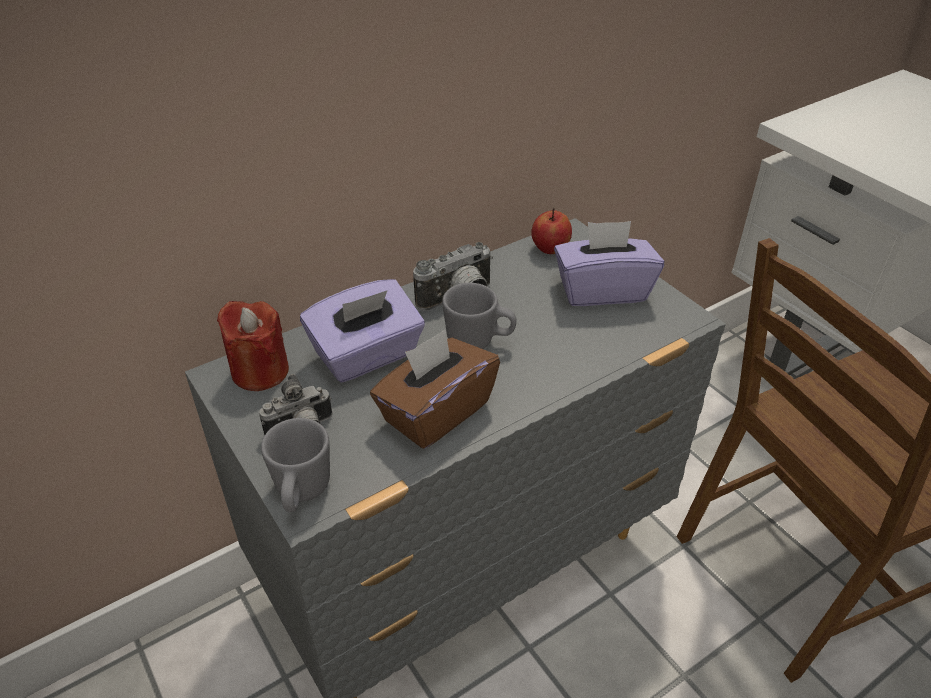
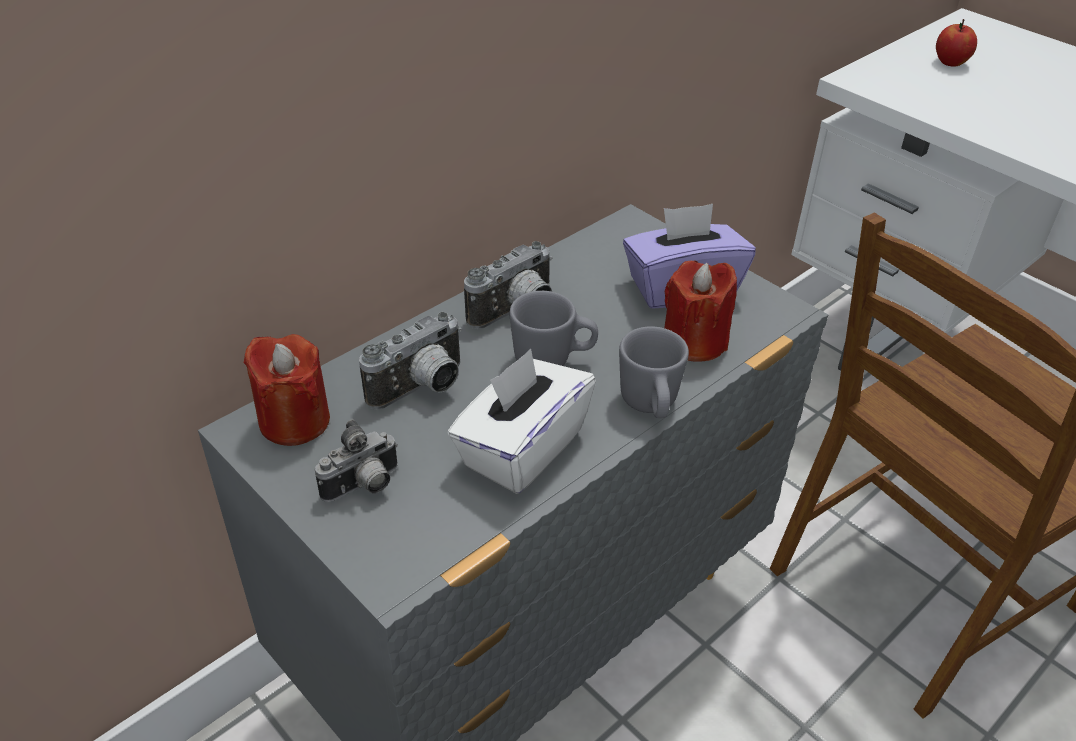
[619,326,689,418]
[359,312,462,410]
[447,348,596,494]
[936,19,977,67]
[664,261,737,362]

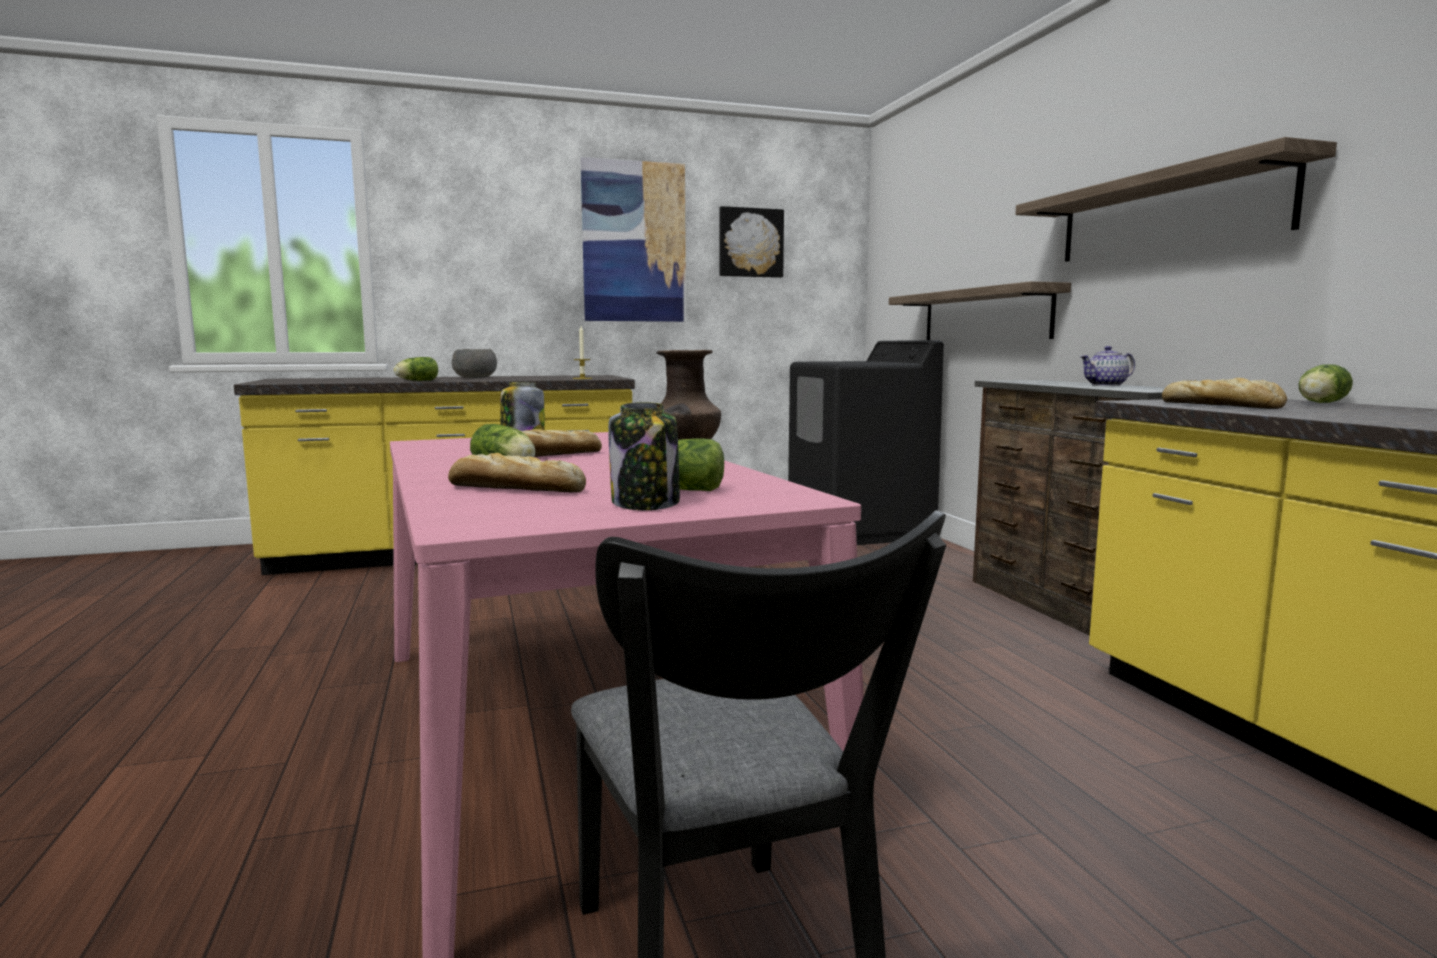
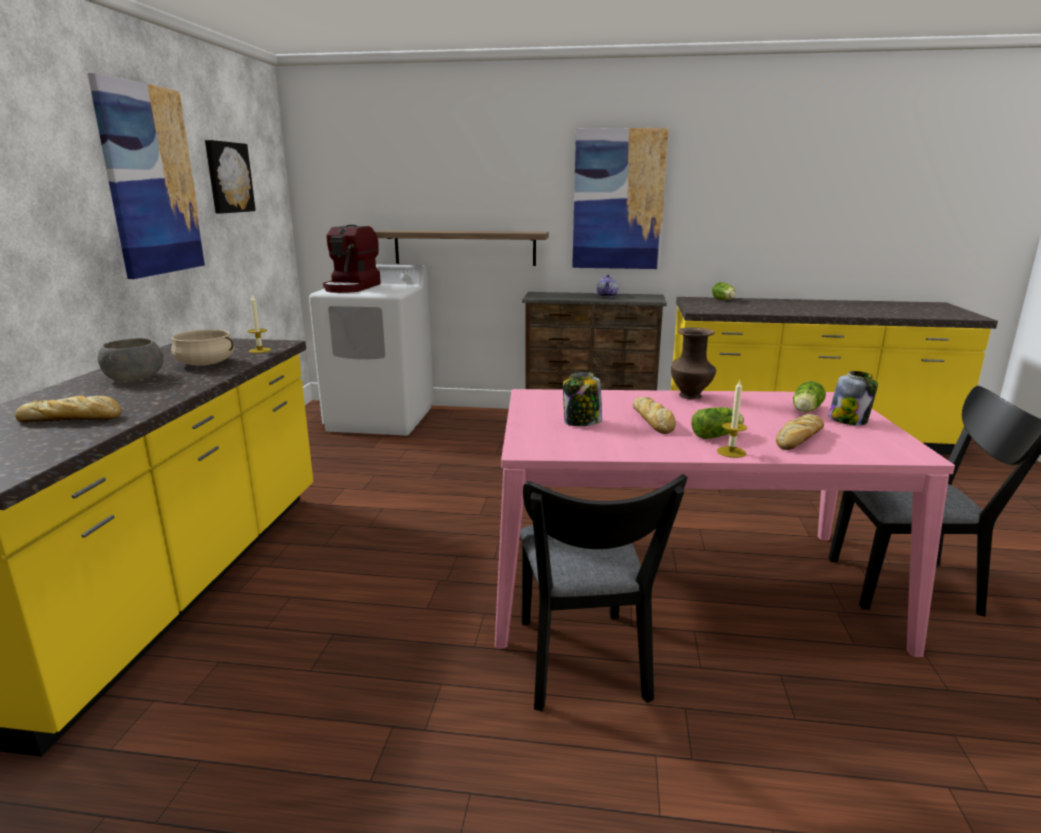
[393,357,438,381] (first image)
[309,265,434,435]
[572,128,669,269]
[15,396,122,423]
[171,329,235,365]
[323,225,381,293]
[520,474,688,711]
[717,380,747,458]

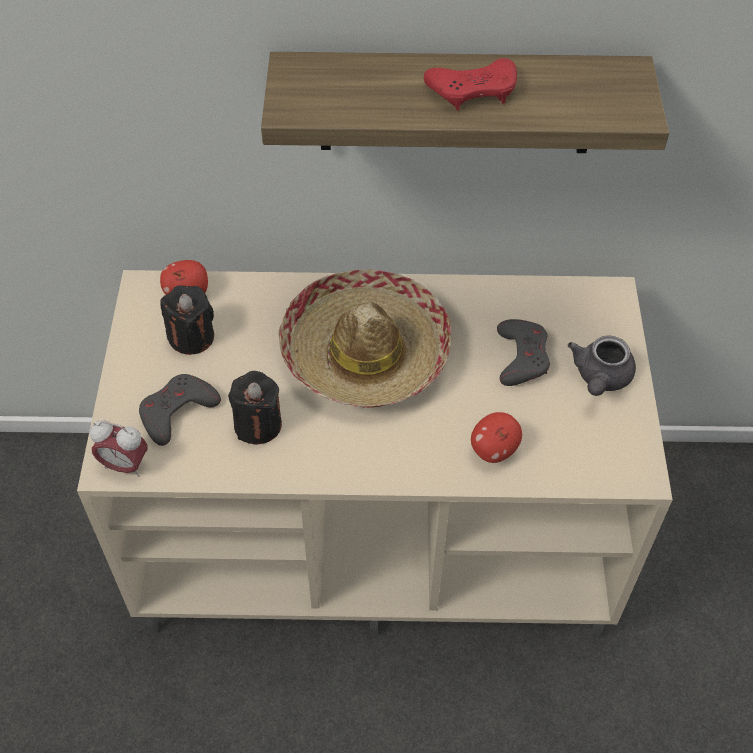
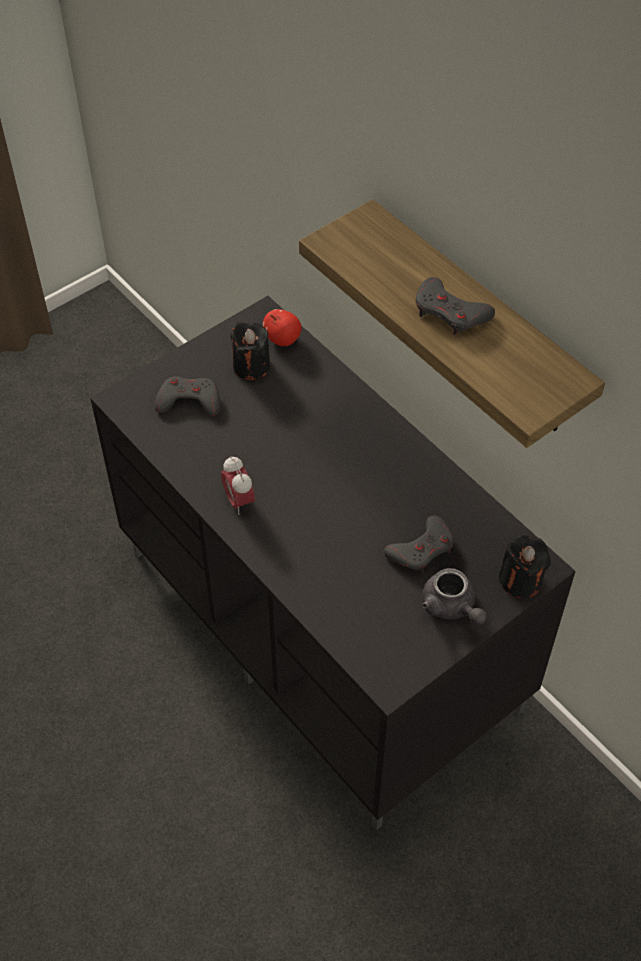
[90,296,576,830]
[221,456,255,515]
[498,535,551,598]
[278,269,452,408] (first image)
[416,277,495,335]
[471,412,522,463] (first image)
[422,568,487,625]

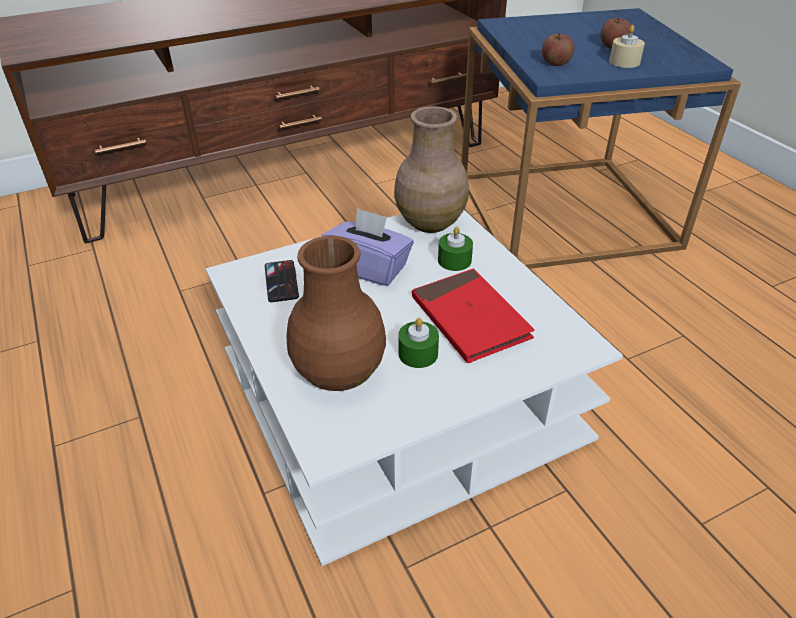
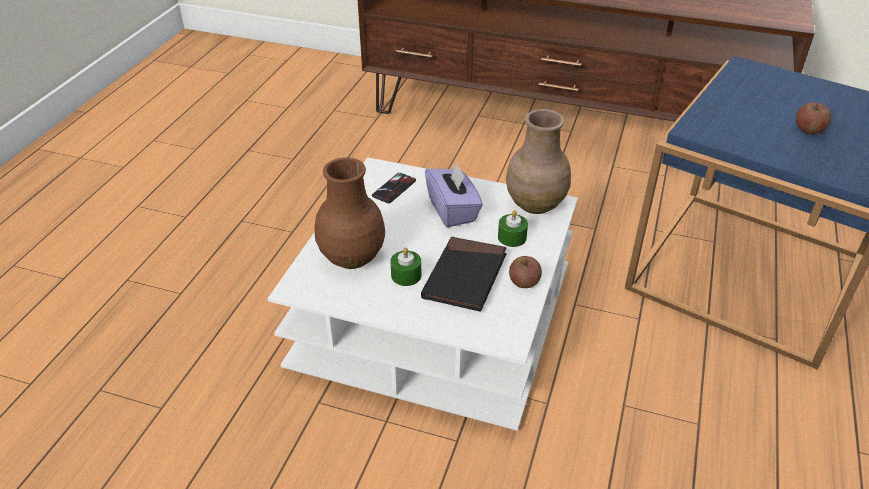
[421,237,507,312]
[509,256,542,288]
[609,25,645,68] (first image)

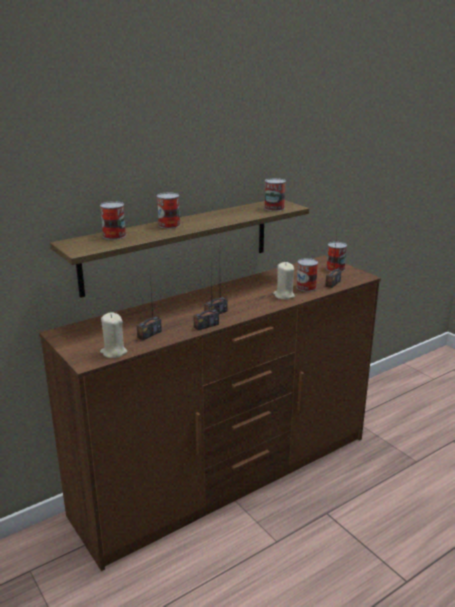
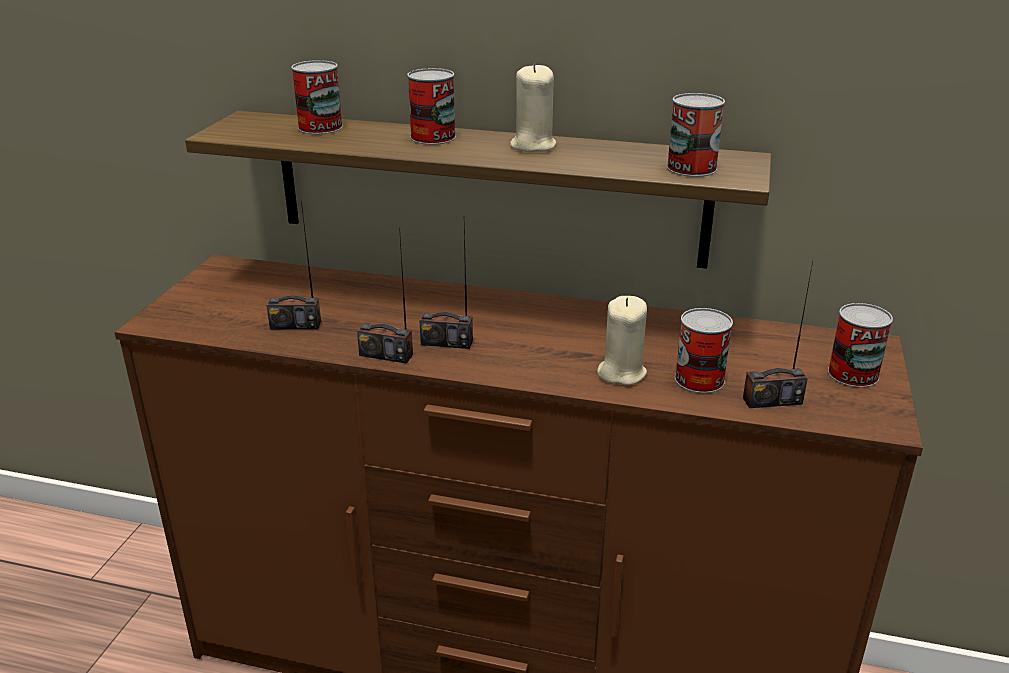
[510,64,556,152]

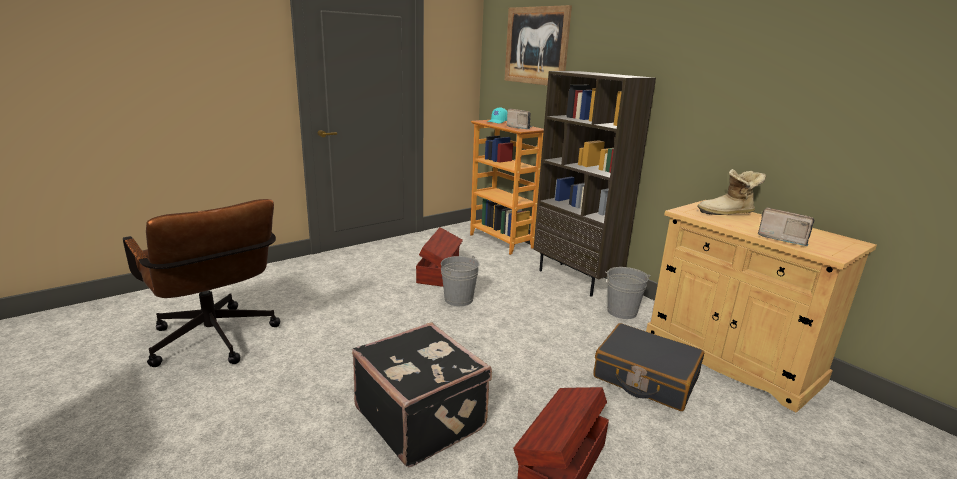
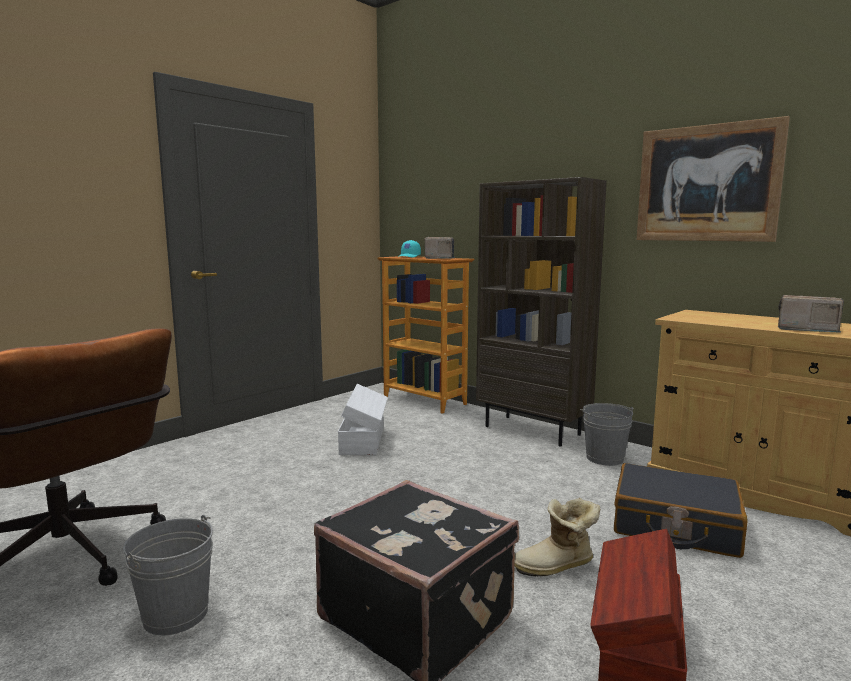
[338,384,388,455]
[123,515,213,635]
[637,116,790,242]
[515,498,600,576]

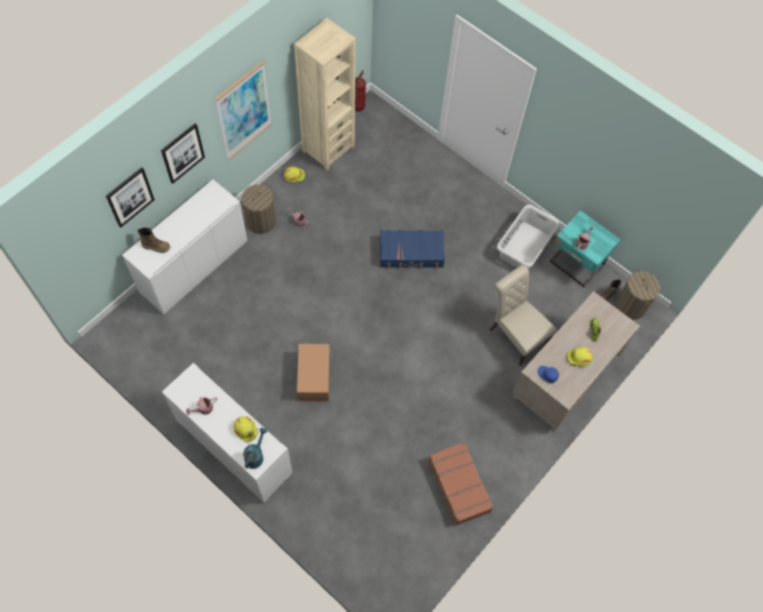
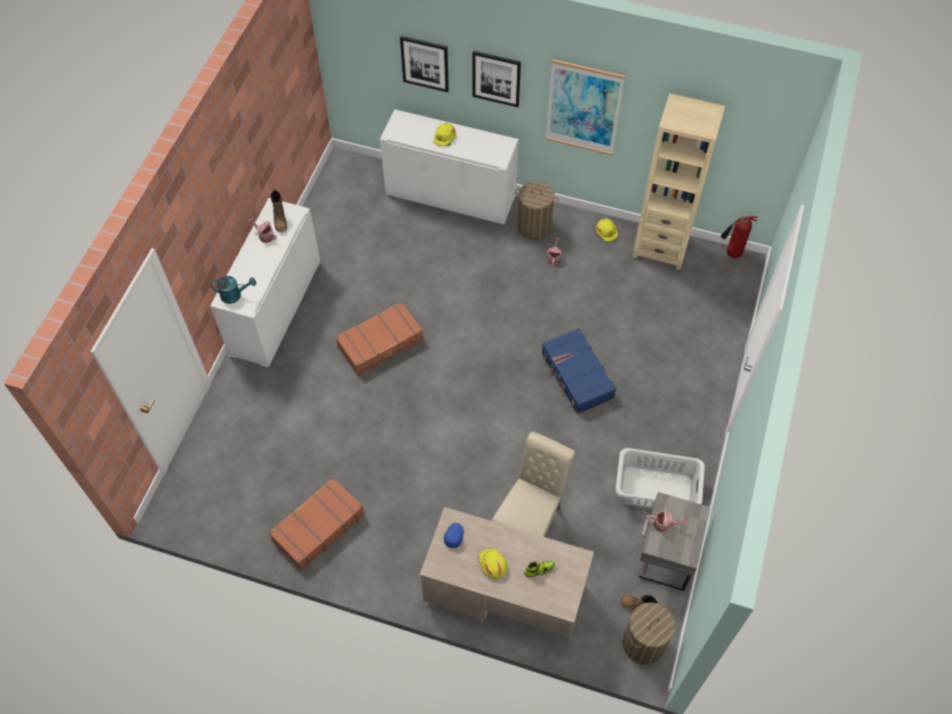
[271,189,287,232]
[434,123,456,146]
[335,301,424,376]
[639,492,711,591]

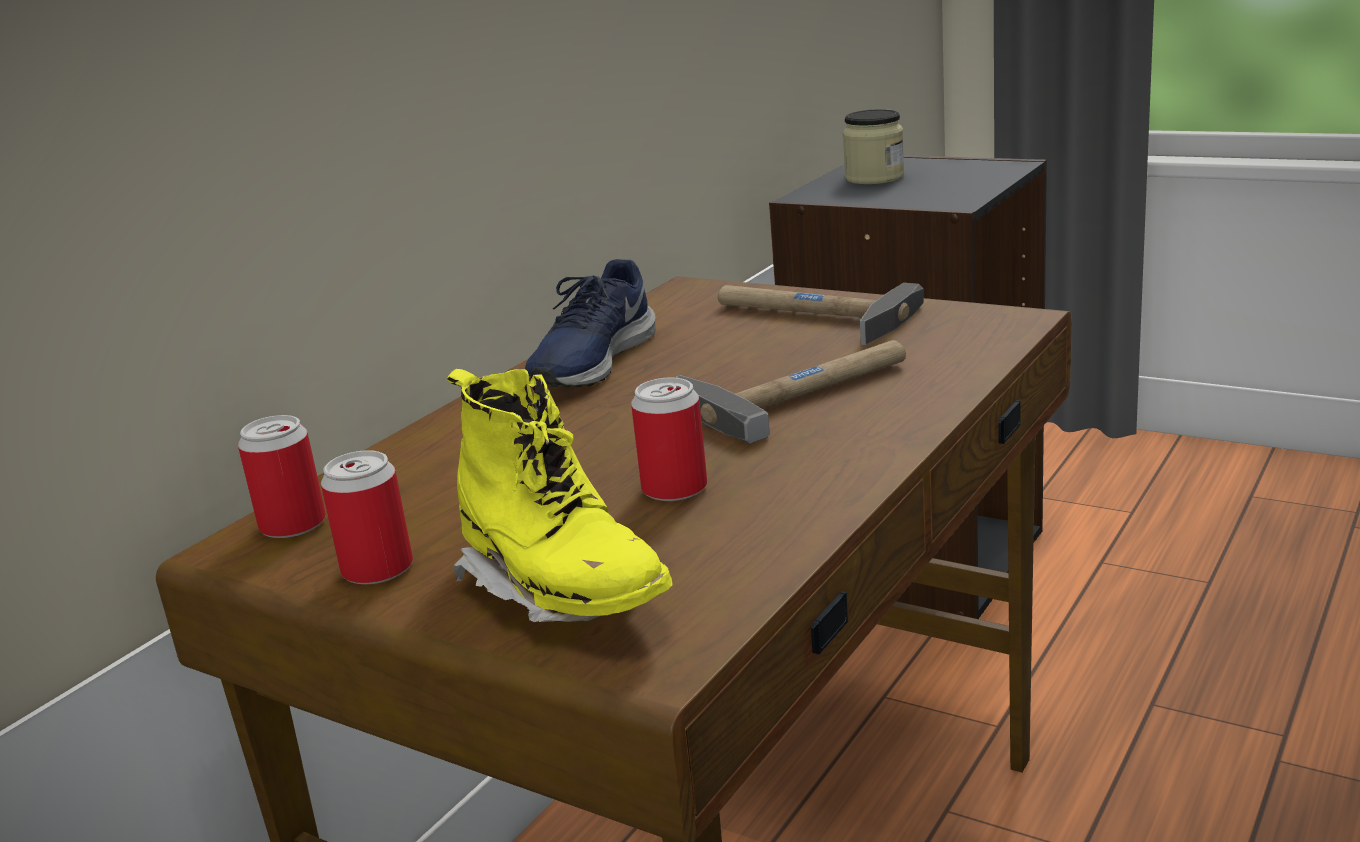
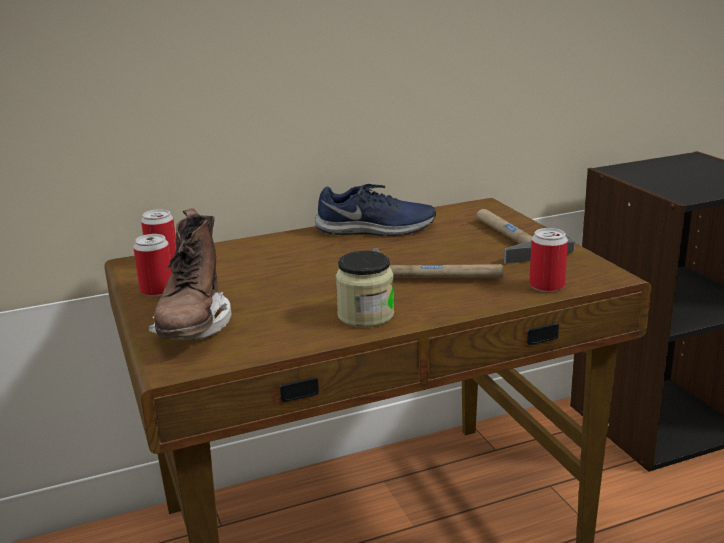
[148,208,231,340]
[315,184,436,236]
[529,228,568,292]
[336,251,394,327]

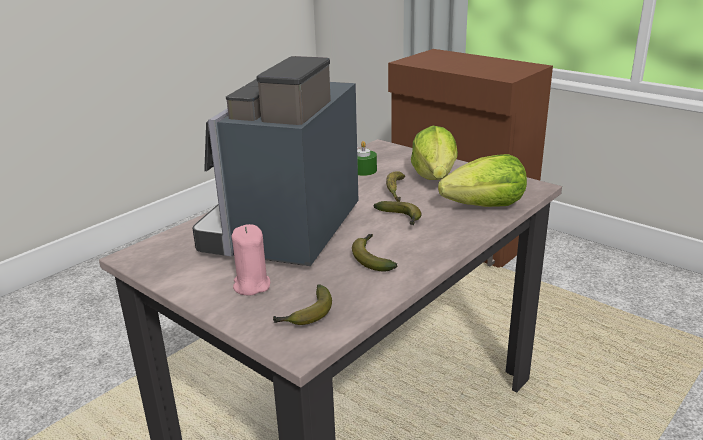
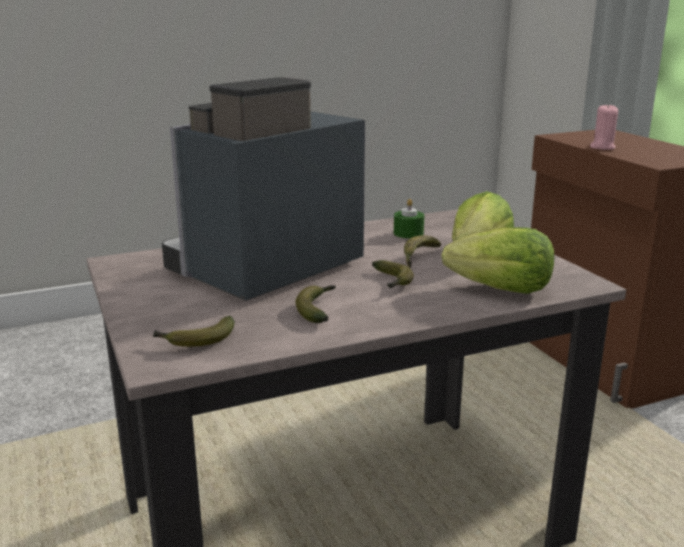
[590,104,618,150]

